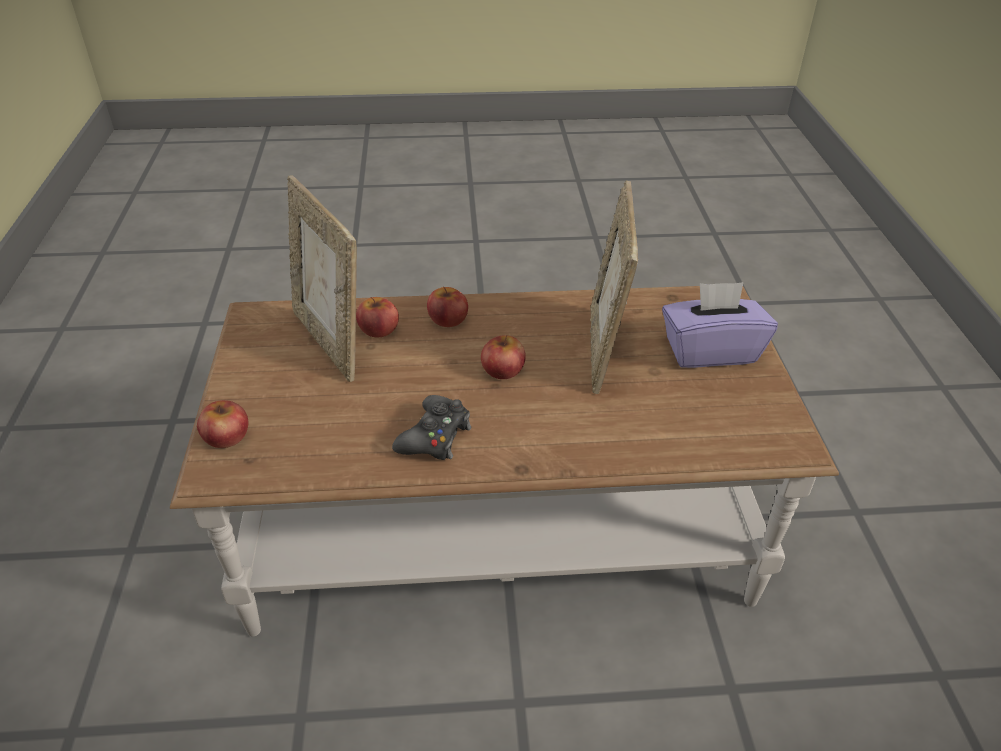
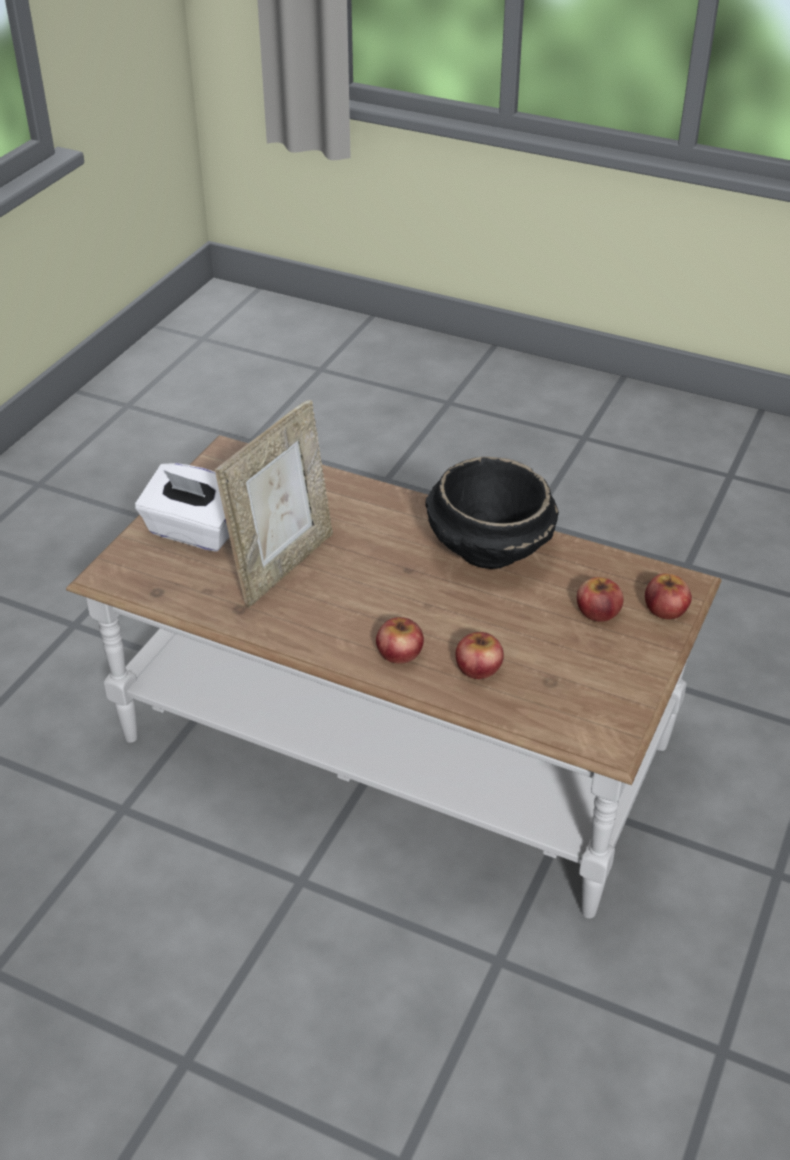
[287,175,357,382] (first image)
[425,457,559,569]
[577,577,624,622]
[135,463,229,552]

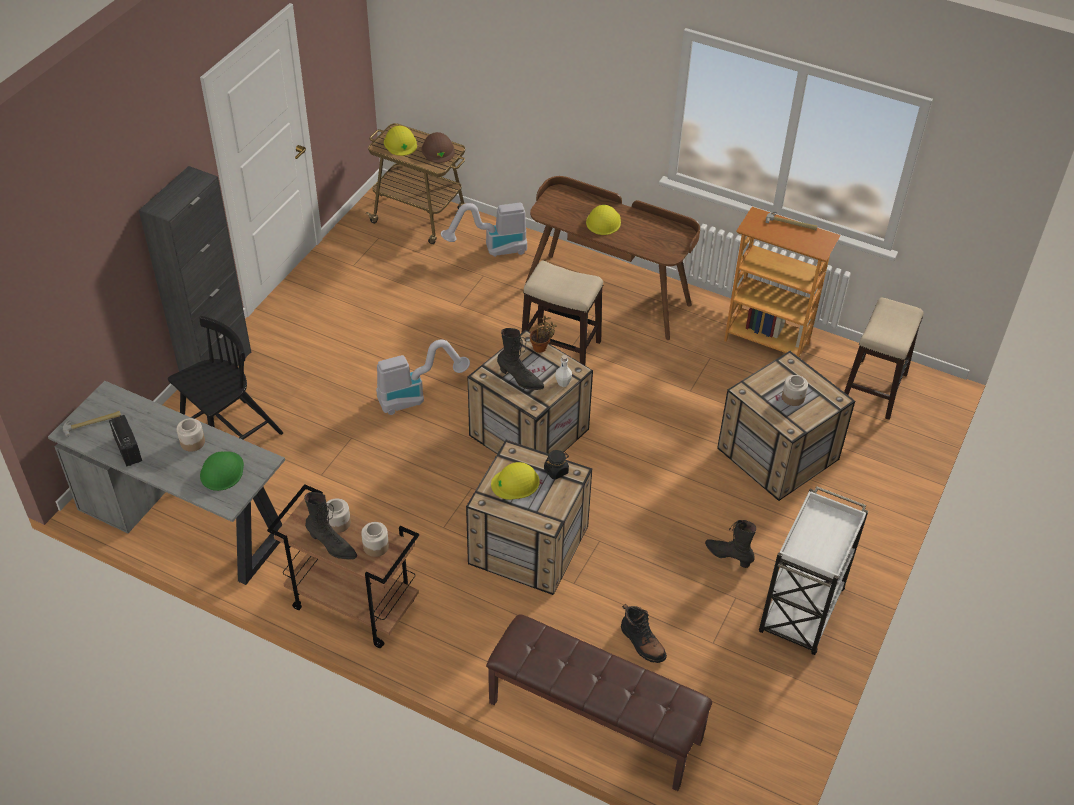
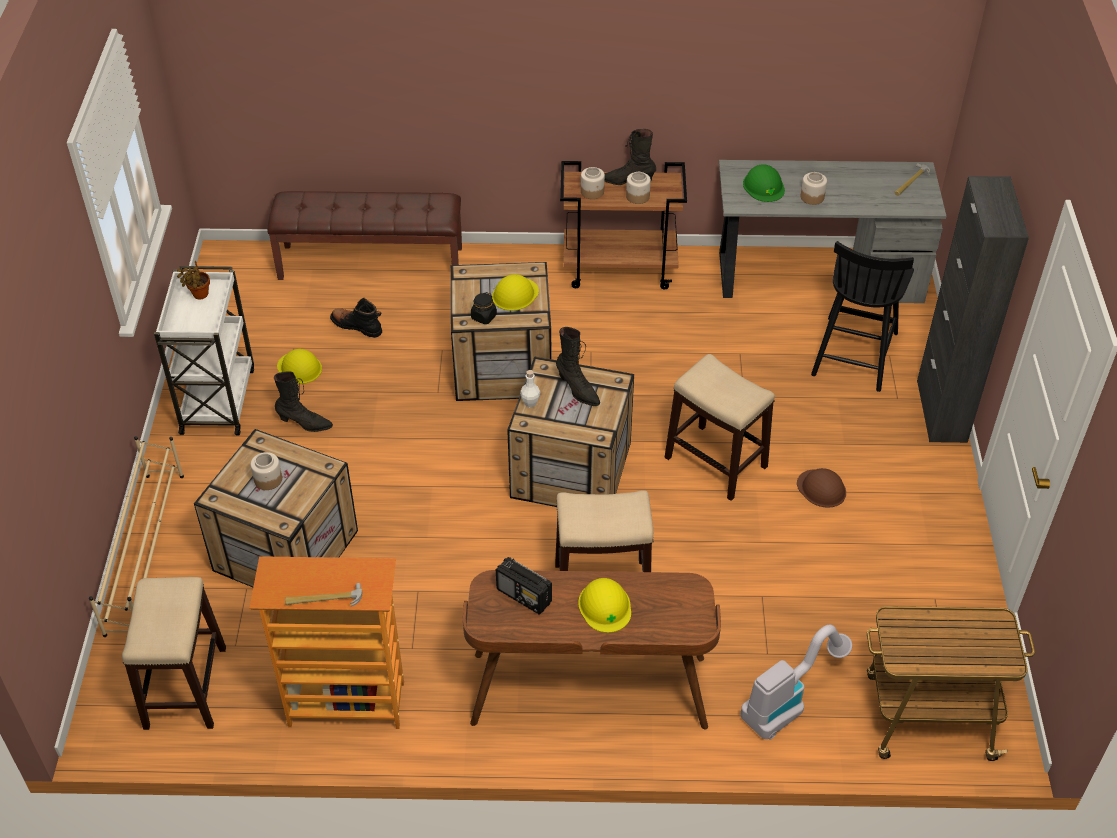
[496,557,552,615]
[664,354,775,501]
[277,349,322,384]
[797,468,846,508]
[556,327,600,406]
[177,261,210,299]
[89,436,184,637]

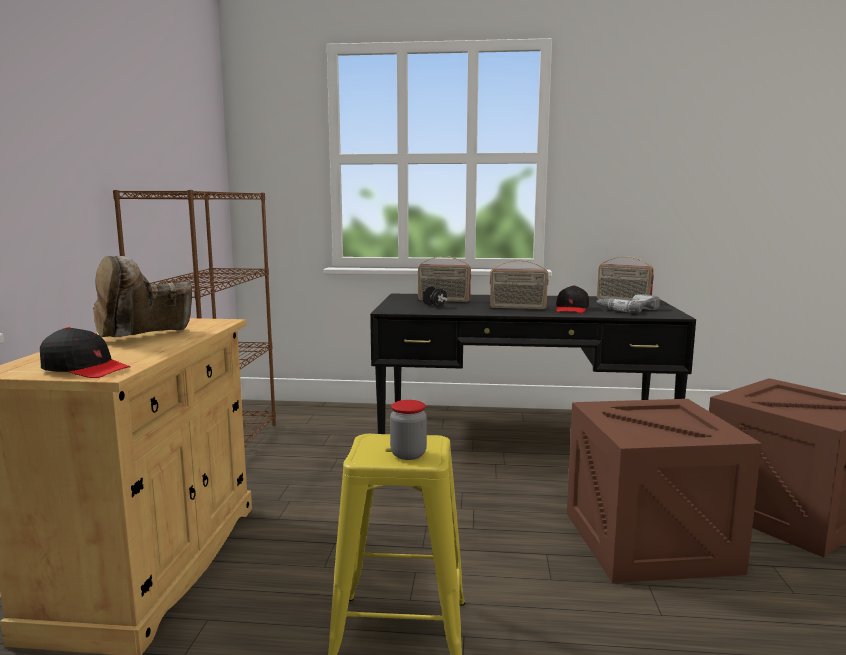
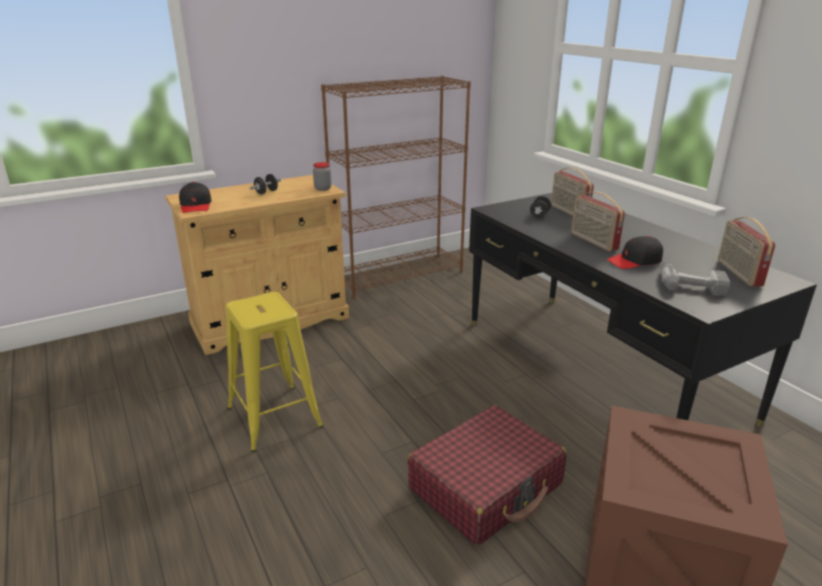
[250,174,281,194]
[313,162,332,191]
[408,405,567,545]

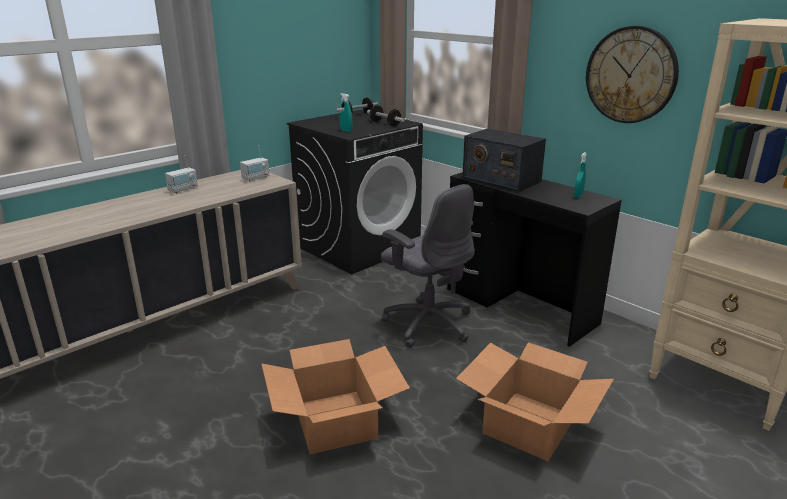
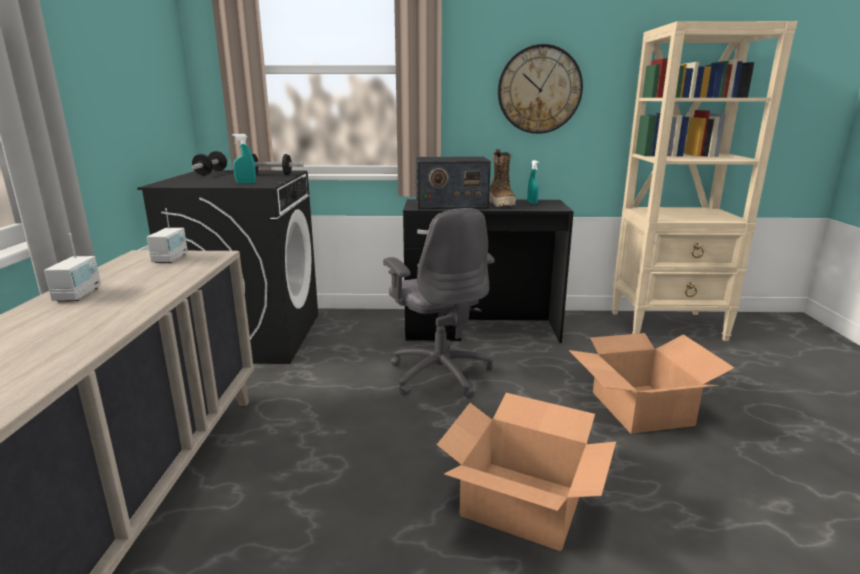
[383,208,495,399]
[489,149,516,207]

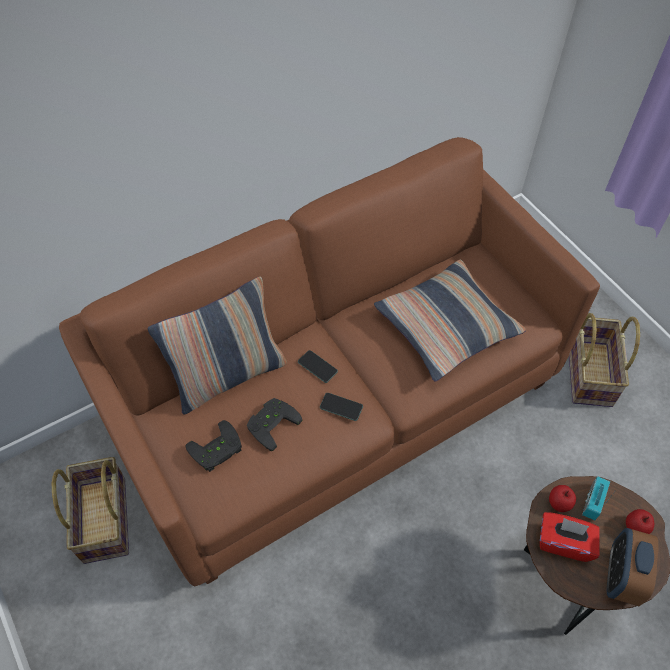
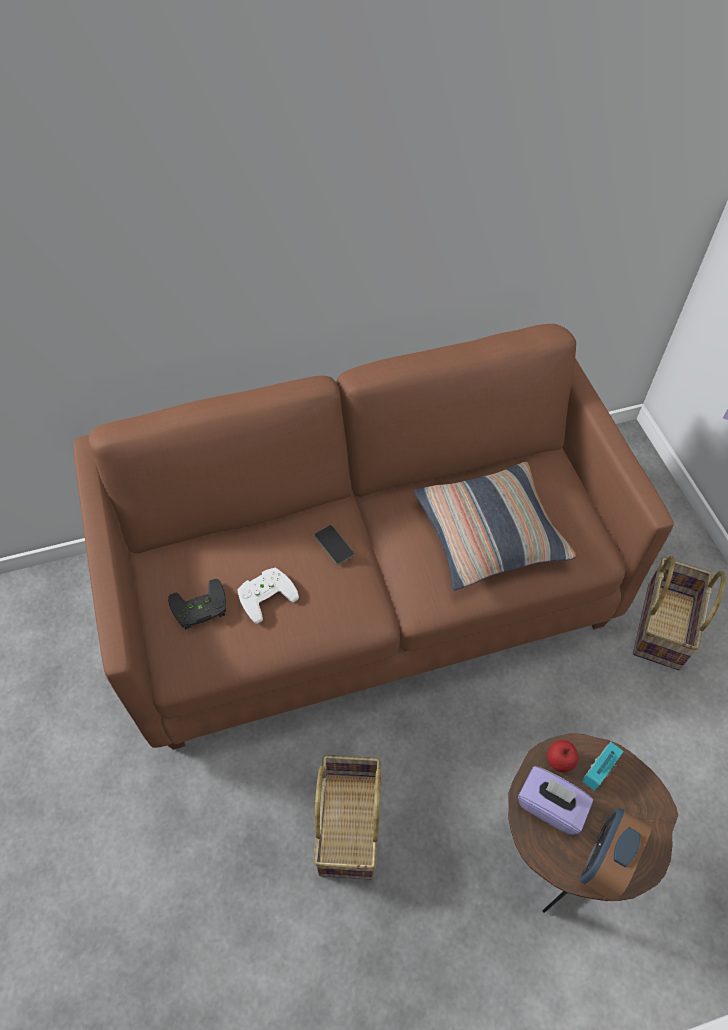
[313,755,381,879]
[148,277,287,415] (first image)
[237,568,299,624]
[320,393,363,421] (first image)
[518,766,593,835]
[626,509,654,534] (first image)

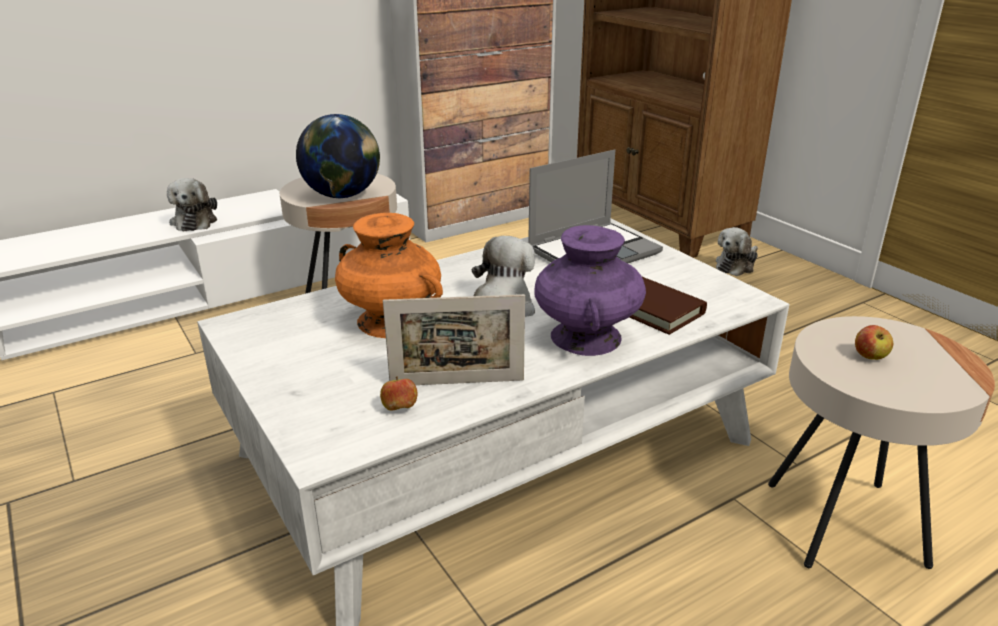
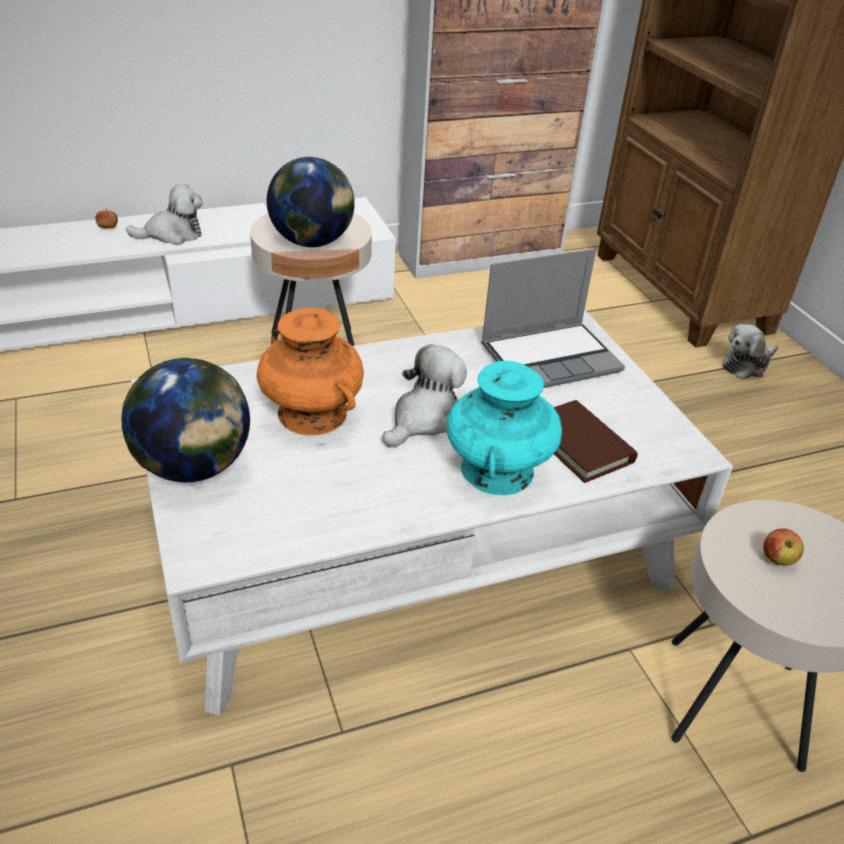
[126,184,203,245]
[95,209,118,228]
[383,294,525,385] (first image)
[447,361,562,495]
[122,358,250,482]

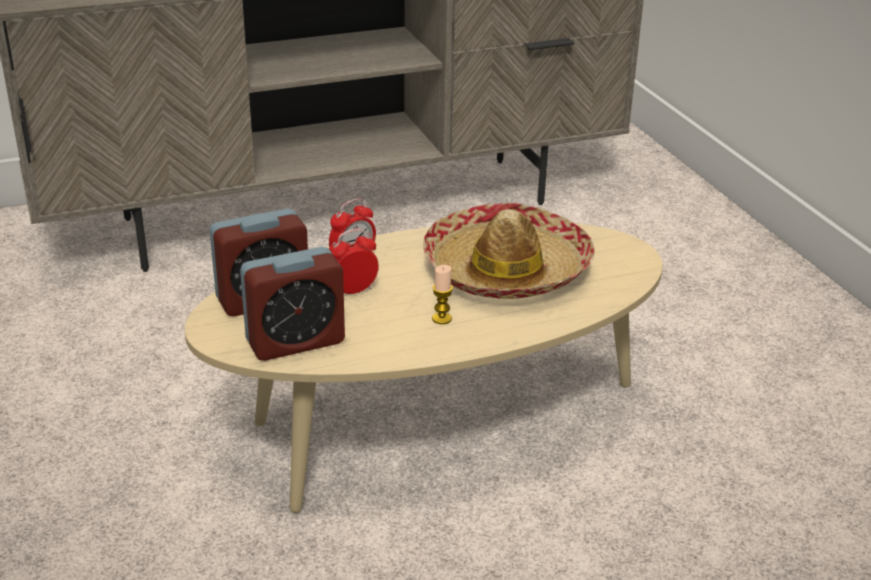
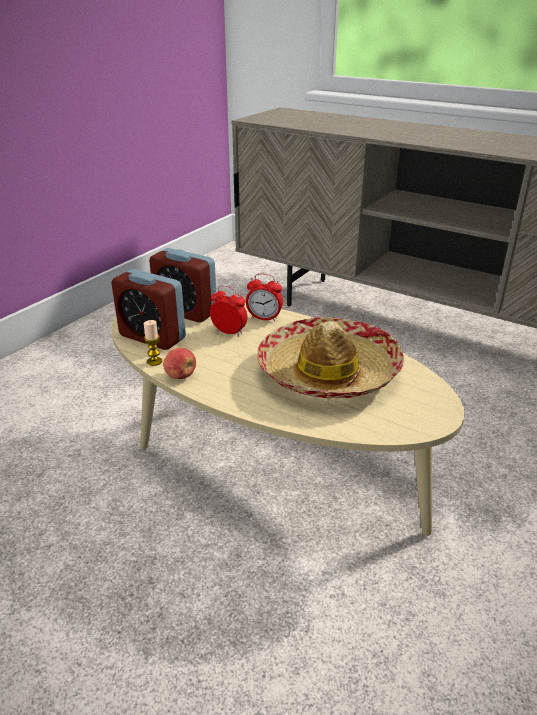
[144,320,162,366]
[163,348,196,379]

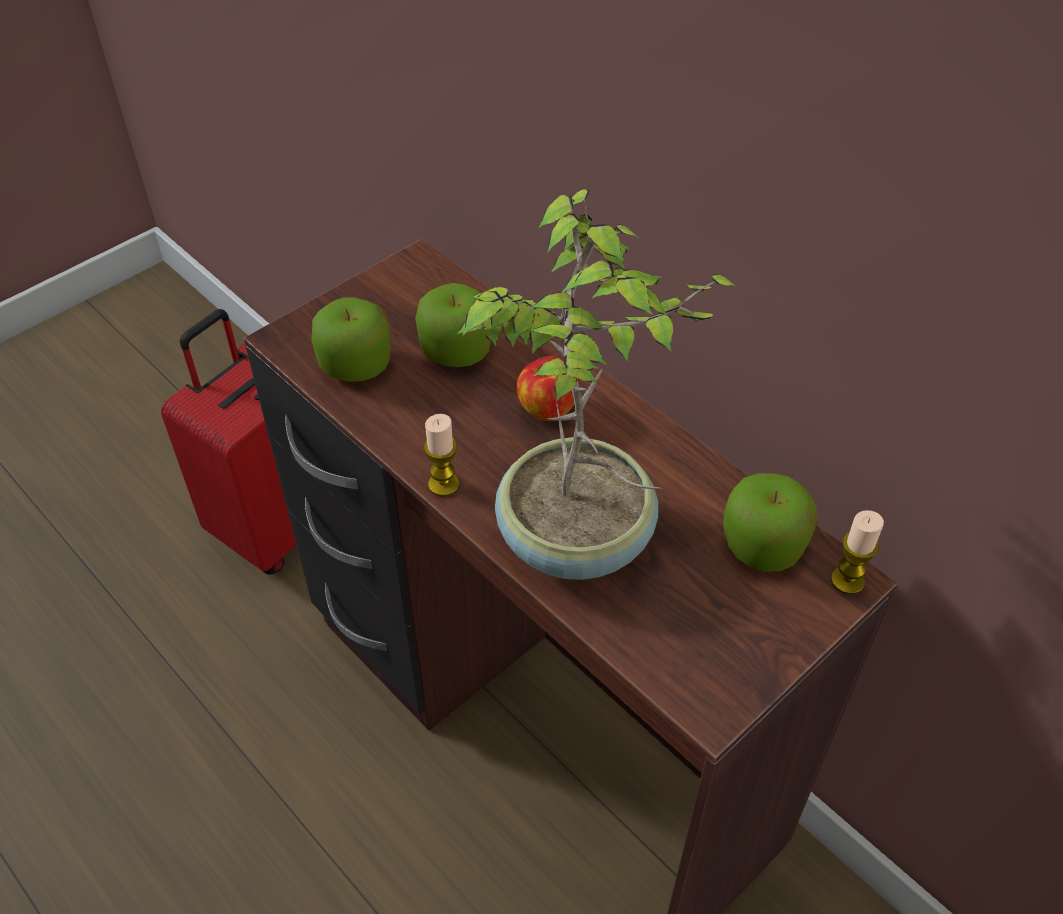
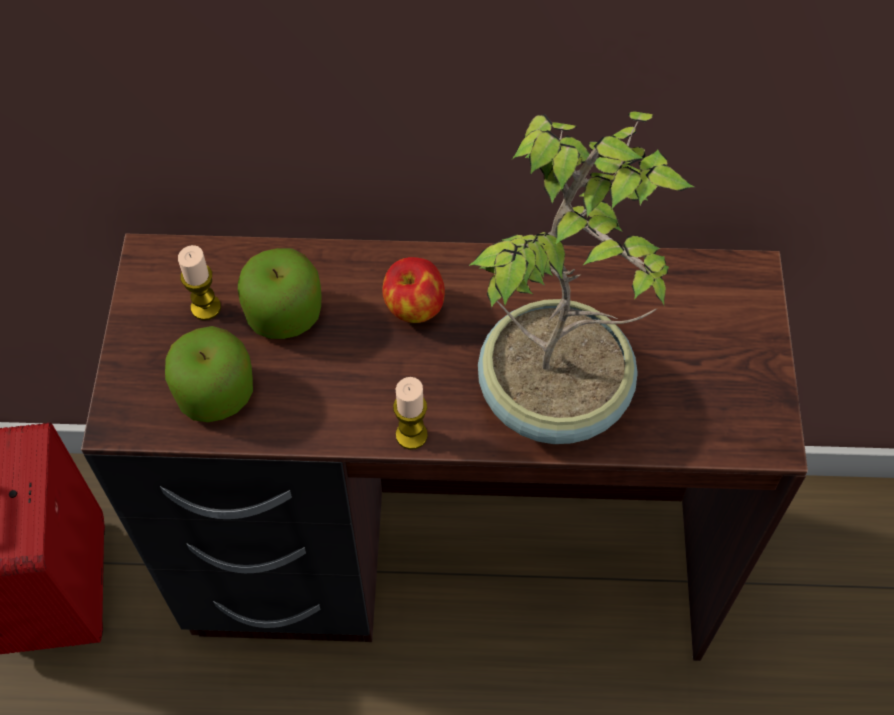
[723,473,818,572] (first image)
[178,245,221,320]

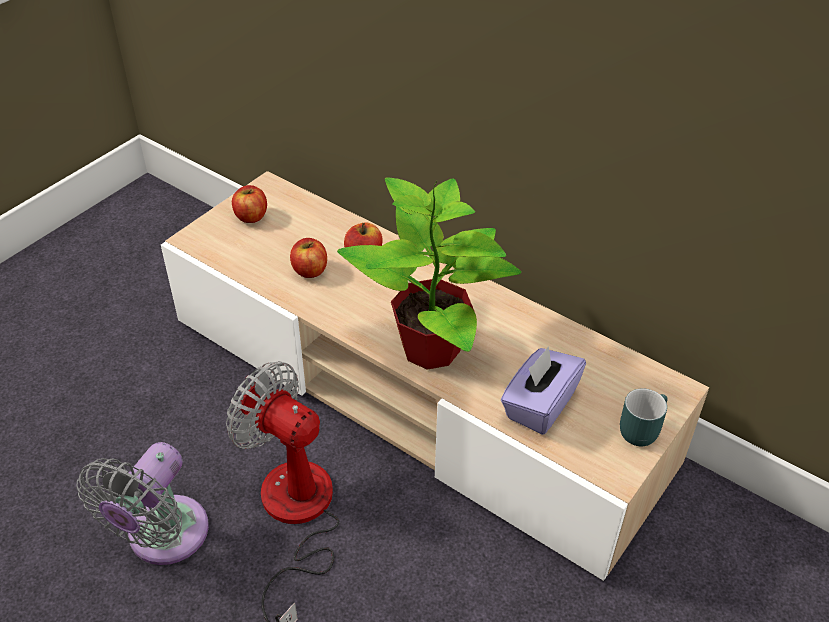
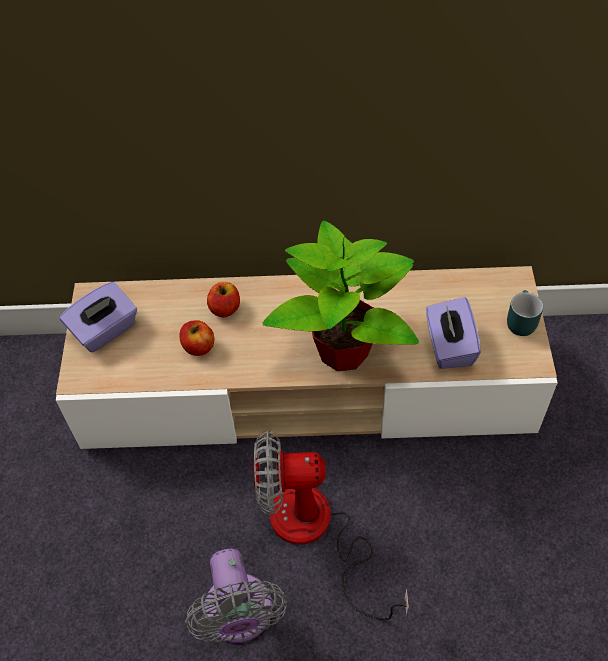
[60,282,137,352]

